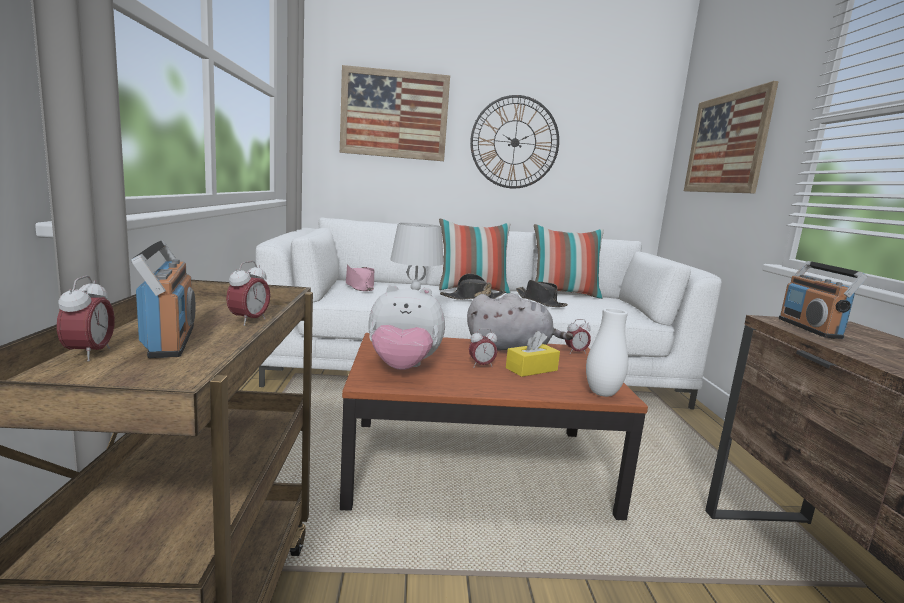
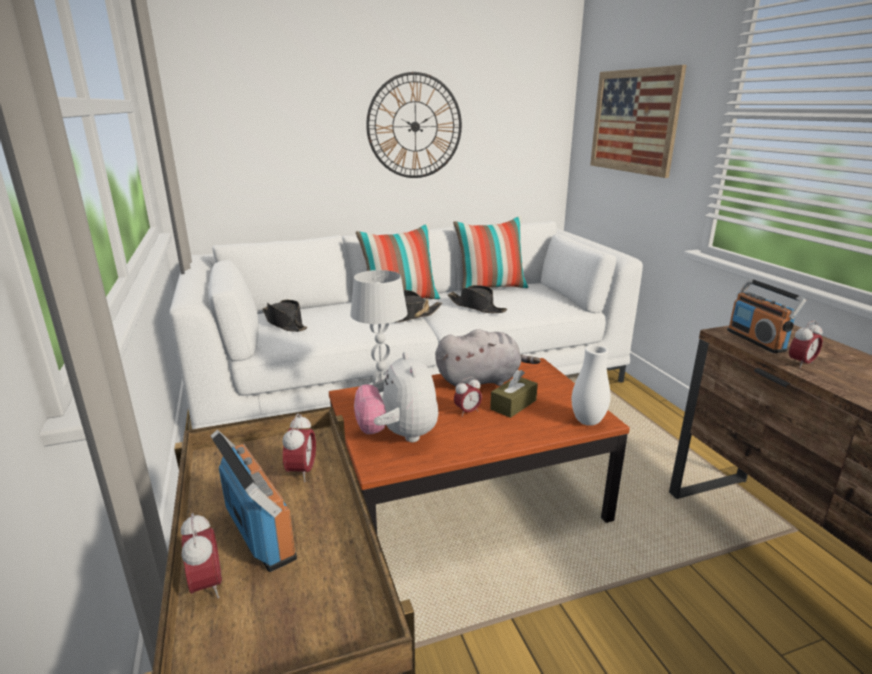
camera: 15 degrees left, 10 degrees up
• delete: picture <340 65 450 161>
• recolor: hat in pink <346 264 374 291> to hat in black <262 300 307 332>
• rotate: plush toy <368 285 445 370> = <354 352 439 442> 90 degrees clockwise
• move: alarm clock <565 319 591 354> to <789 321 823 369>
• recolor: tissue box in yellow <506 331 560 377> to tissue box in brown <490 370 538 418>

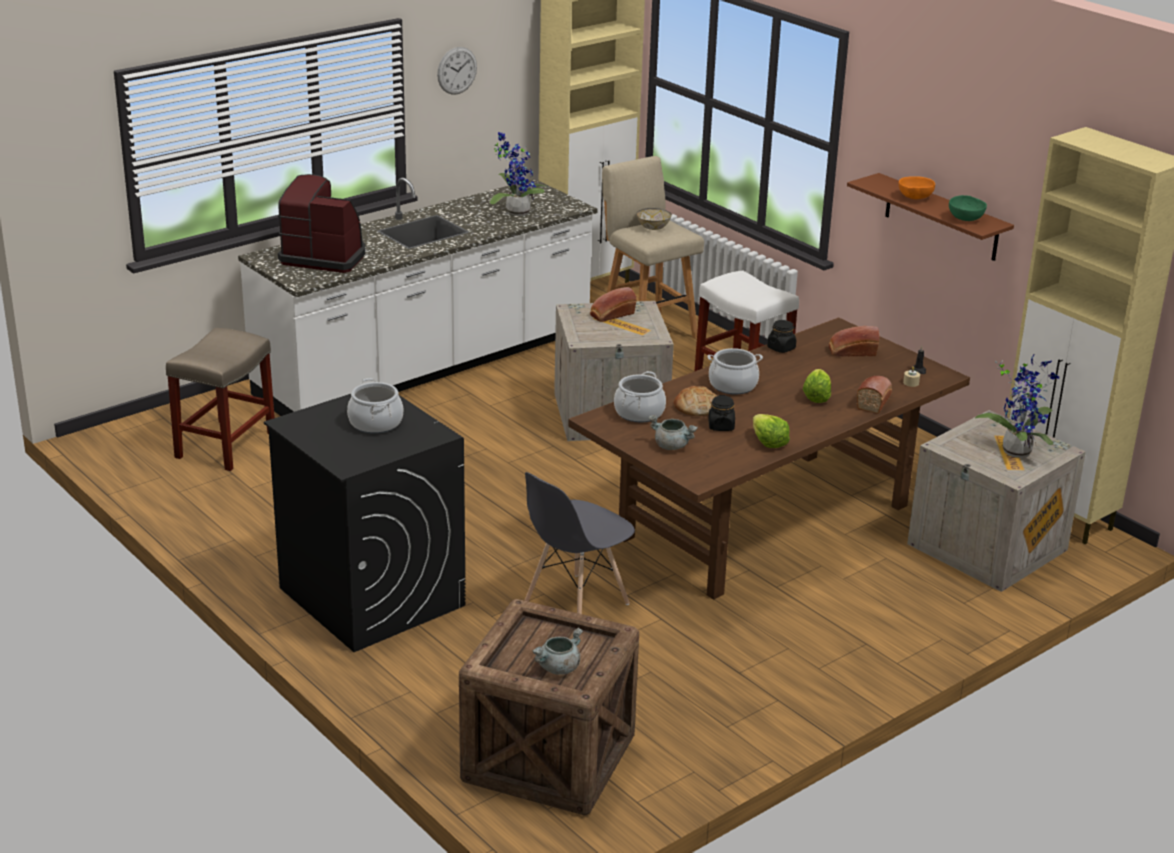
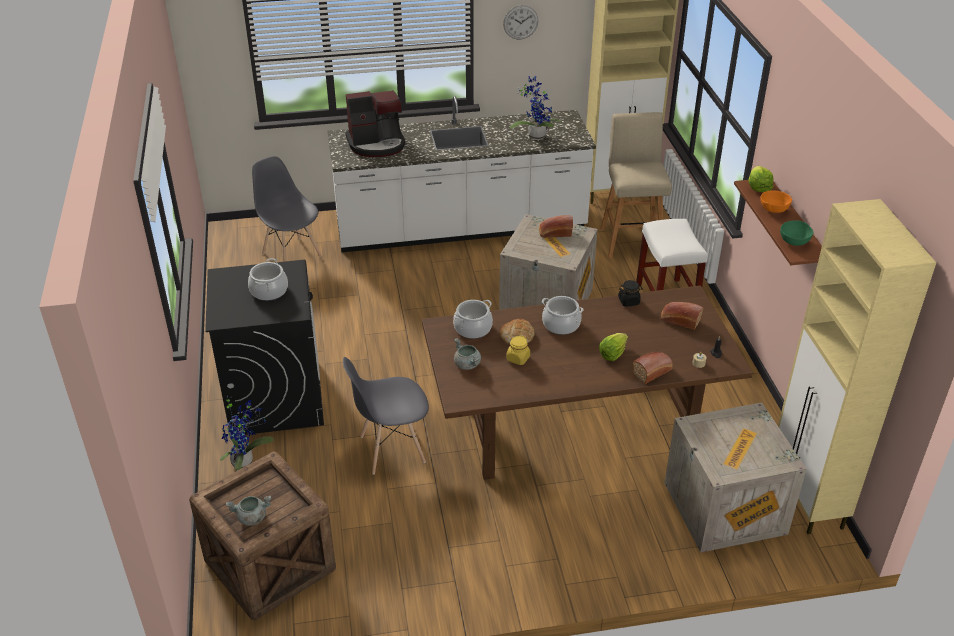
camera: 30 degrees right, 10 degrees up
• rotate: coffee machine <278 174 365 273> = <345 90 405 157> 120 degrees clockwise
• delete: bowl <636 208 672 230>
• replace: stool in beige <166 328 275 471> to chair in grey <252 156 322 262>
• move: potted plant <975 355 1059 458> to <220 396 273 471>
• recolor: jar in black <708 395 735 431> to jar in yellow <507 335 530 365>
• move: lettuce <753 414 790 448> to <749 166 774 192>

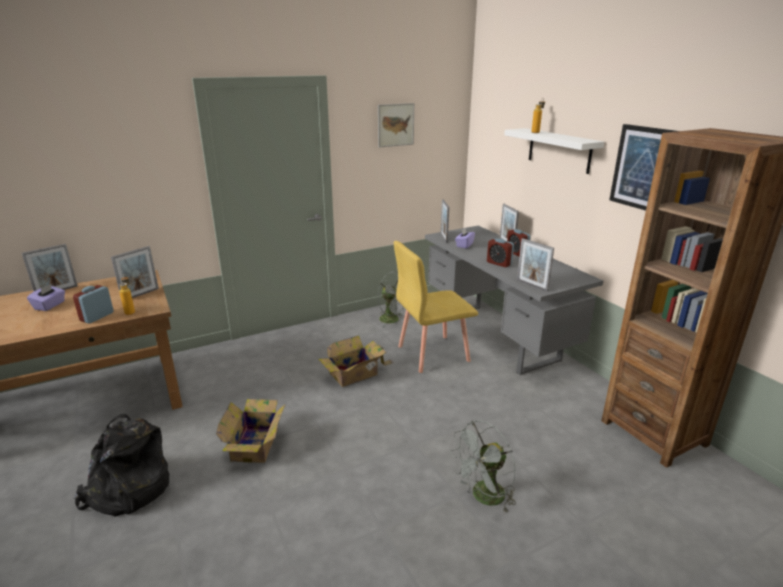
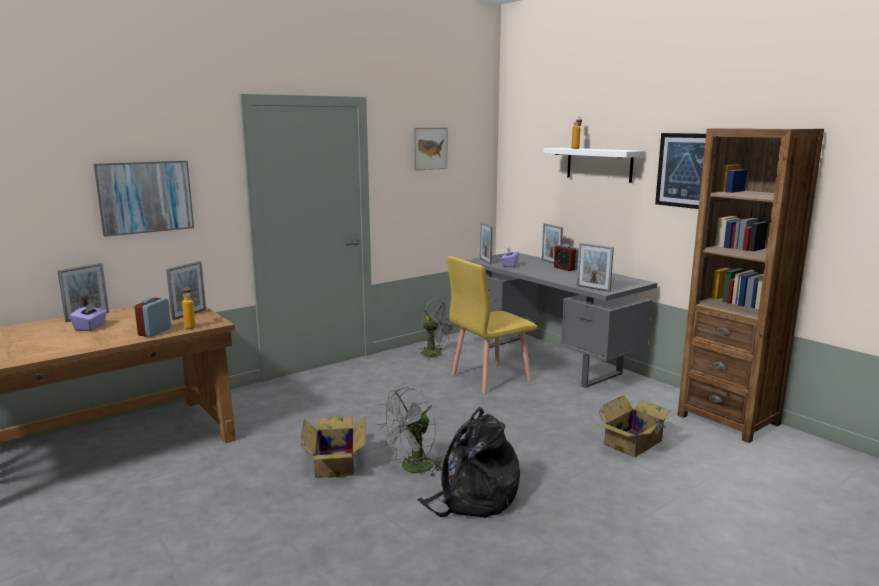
camera: 10 degrees left, 10 degrees down
• delete: alarm clock <487 238 514 267>
• move: cardboard box <318 335 393 387> to <599 395 674 457>
• move: backpack in black <74 414 169 517> to <417 407 520 518>
• move: fan in grey <450 420 516 512> to <377 387 442 476>
• insert: picture <94 161 194 237>

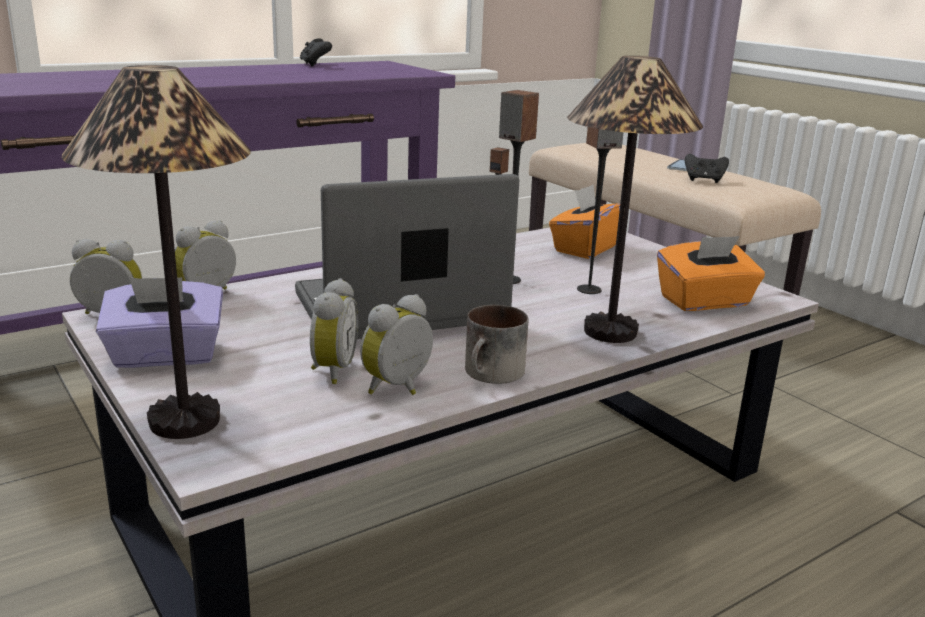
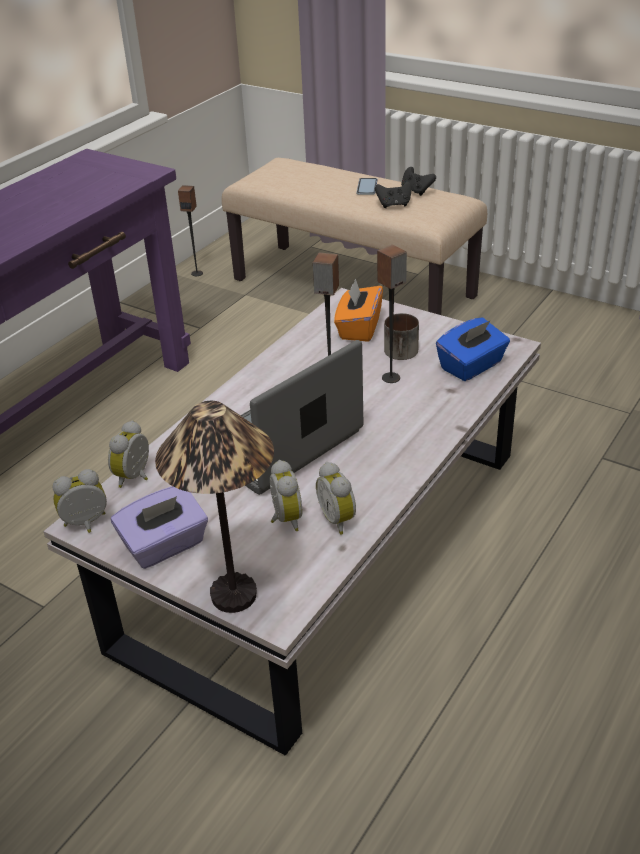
camera: 20 degrees left, 15 degrees up
• move: game controller in black <300 38 332 66> to <401 167 436 196>
• delete: table lamp <567 56 703 343>
• recolor: tissue box in orange <657 236 765 311> to tissue box in blue <436 318 510 381>
• rotate: alarm clock <360 294 433 395> = <316 462 356 534> 45 degrees counterclockwise
• move: mug <465 305 528 384> to <384 313 419 360>

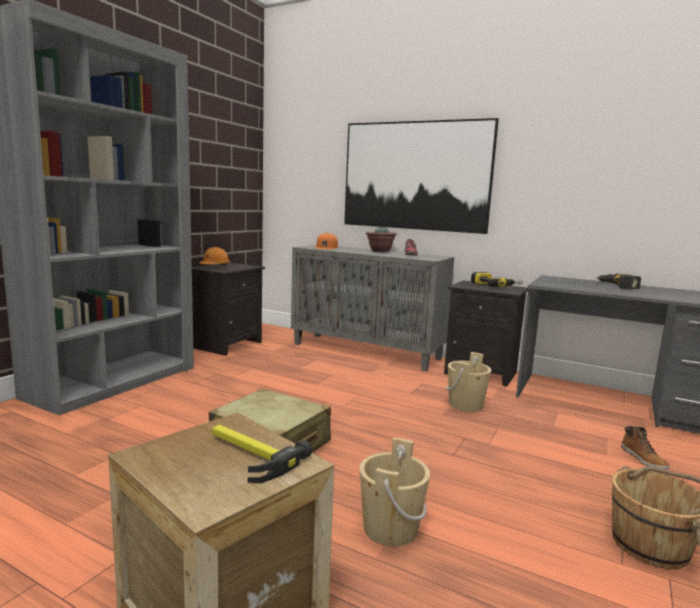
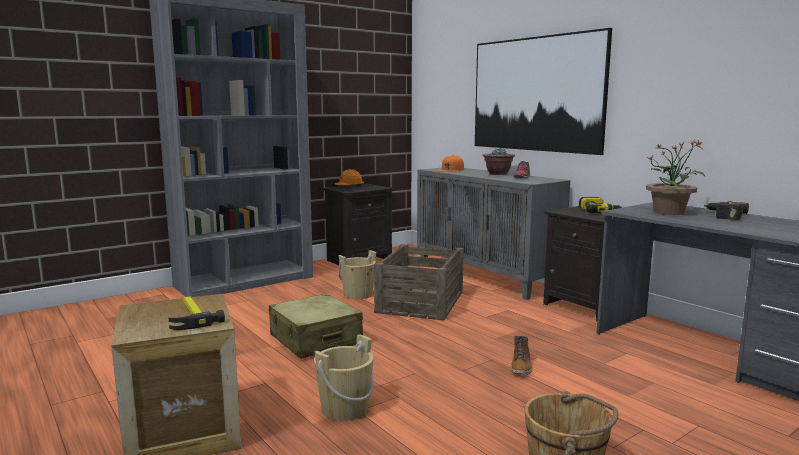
camera: 25 degrees right, 0 degrees up
• move: bucket in beige <446 352 491 412> to <339 250 376 299>
• move: boot <621 426 670 469> to <511 336 532 375>
• insert: potted plant <646 140 705 215>
• insert: crate <374 244 464 320>

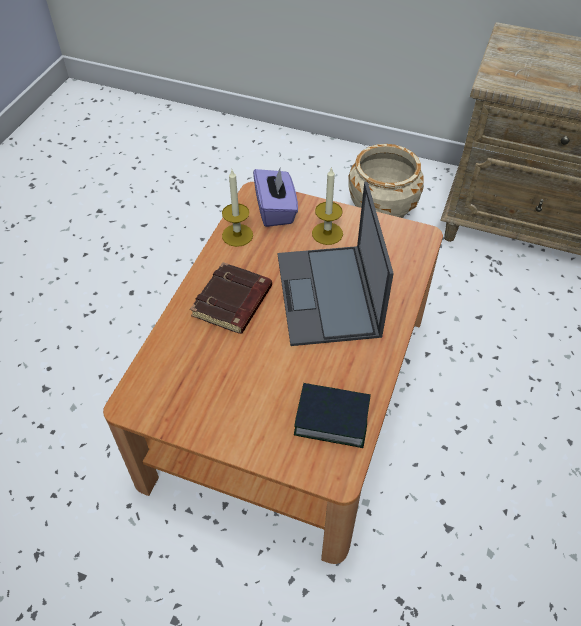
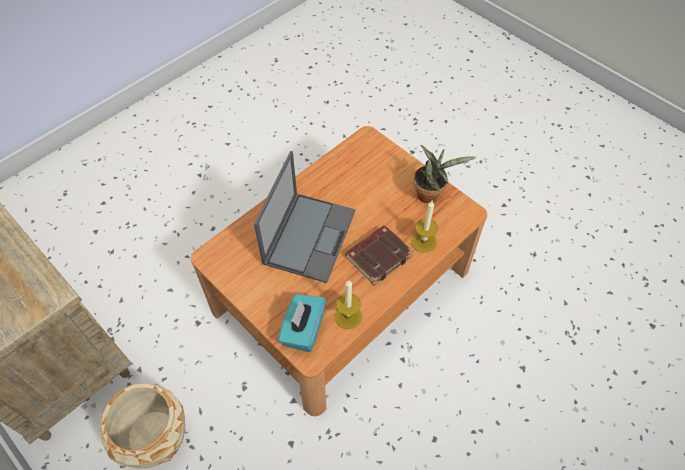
camera: 155 degrees left, 5 degrees up
• recolor: tissue box in purple <253 166 298 227> to tissue box in turquoise <278 294 326 352>
• move: candle <312 167 343 245> to <411 201 438 253>
• delete: book <294 383 371 448>
• insert: potted plant <413 145 477 203>

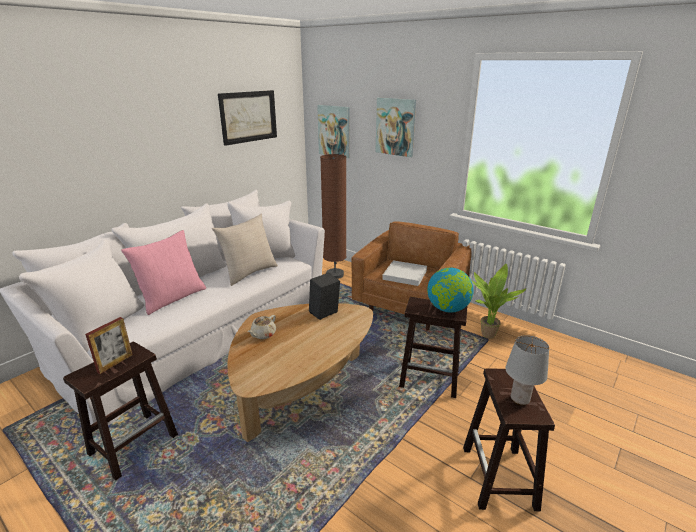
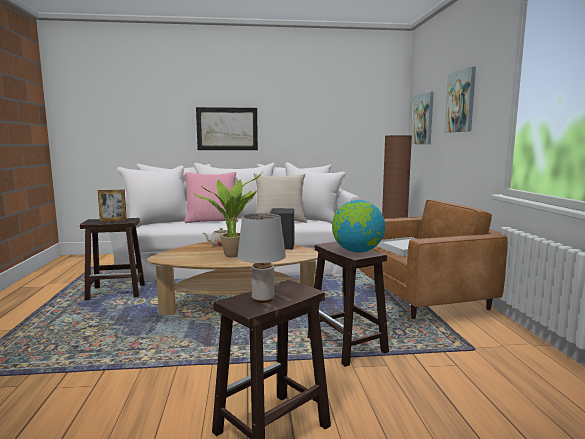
camera: 45 degrees right, 15 degrees down
• move: picture <218 90 277 146> to <196 107 258 150>
• move: potted plant <472 264 527 339> to <193 173 262 257>

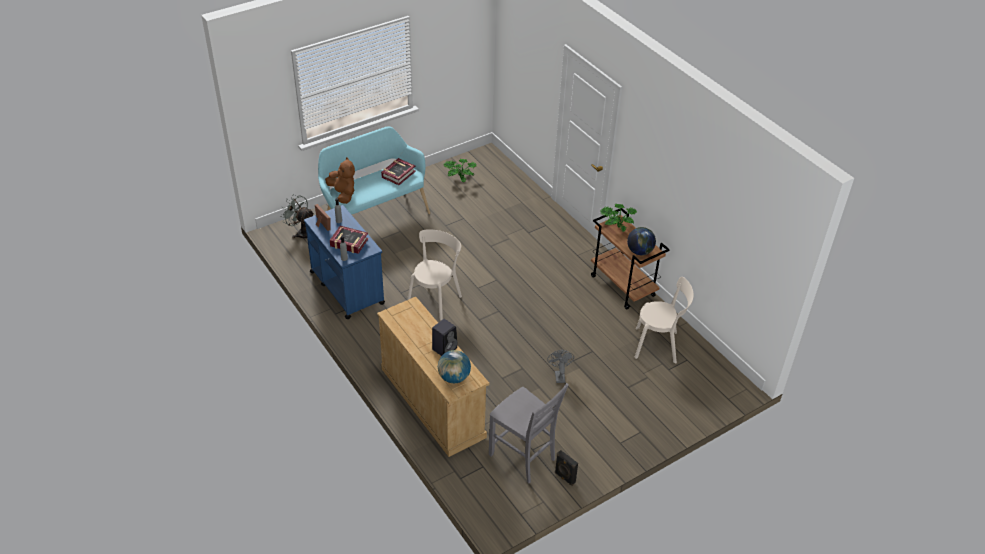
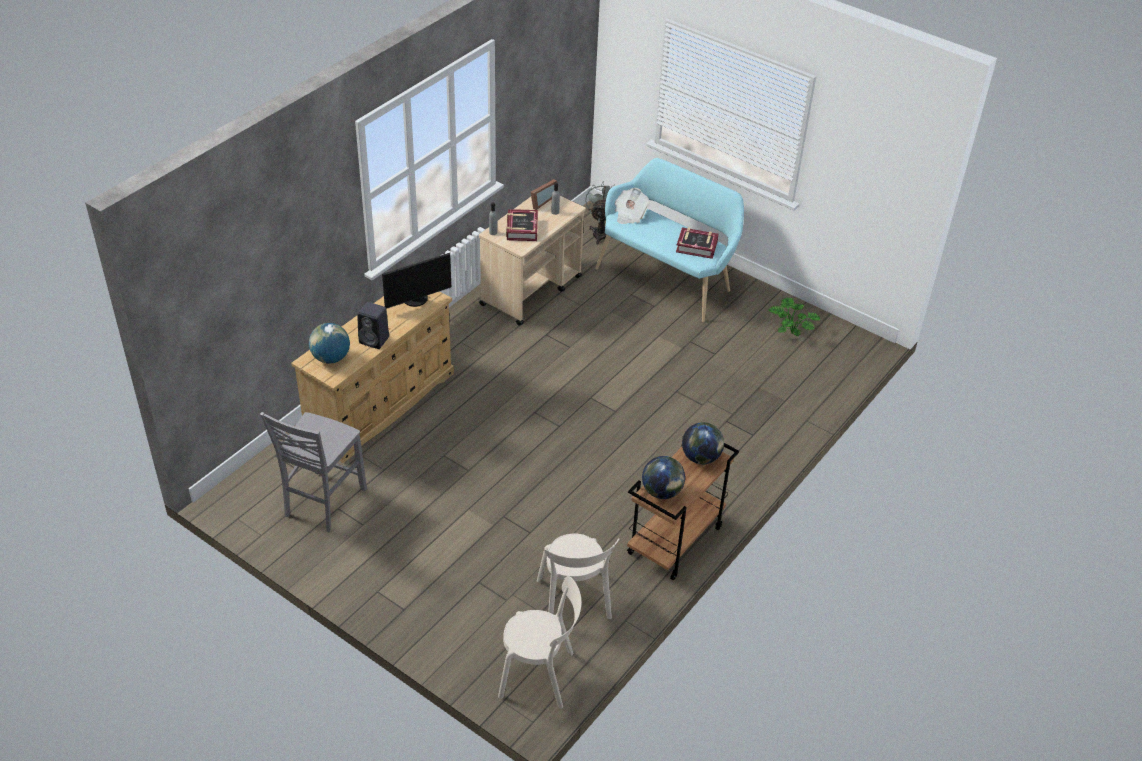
camera: 70 degrees right, 0 degrees up
• replace: plush toy in brown <325 157 355 204> to newspaper <614 188 650 224>
• replace: potted plant <600 204 637 231> to globe <682 422 724 464>
• recolor: cart in blue <304 205 385 319> to cart in beige <479 196 586 326>
• move: chair in beige <407 229 462 320> to <498 576 581 709>
• delete: fan in grey <547 350 574 383>
• delete: speaker in black <555 450 578 486>
• insert: monitor <382 253 451 309>

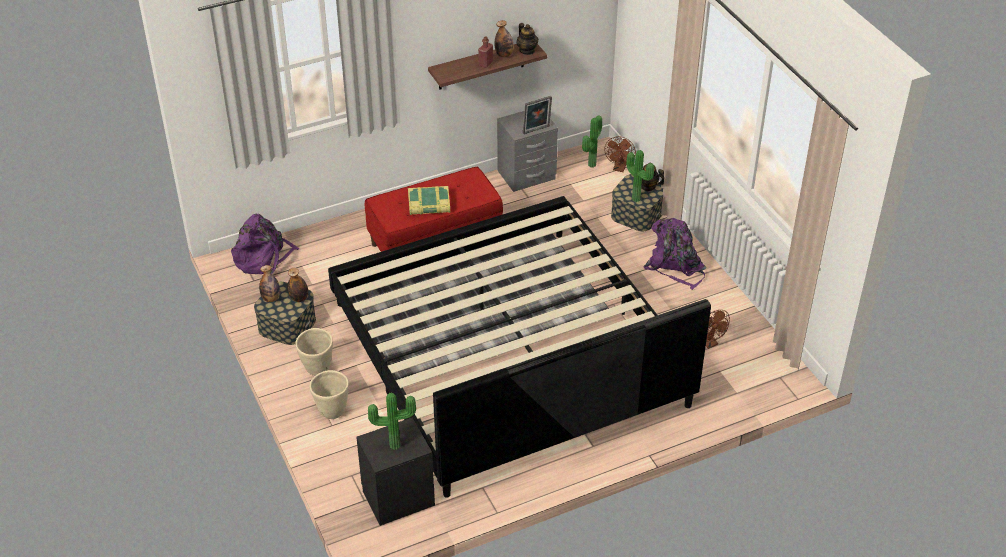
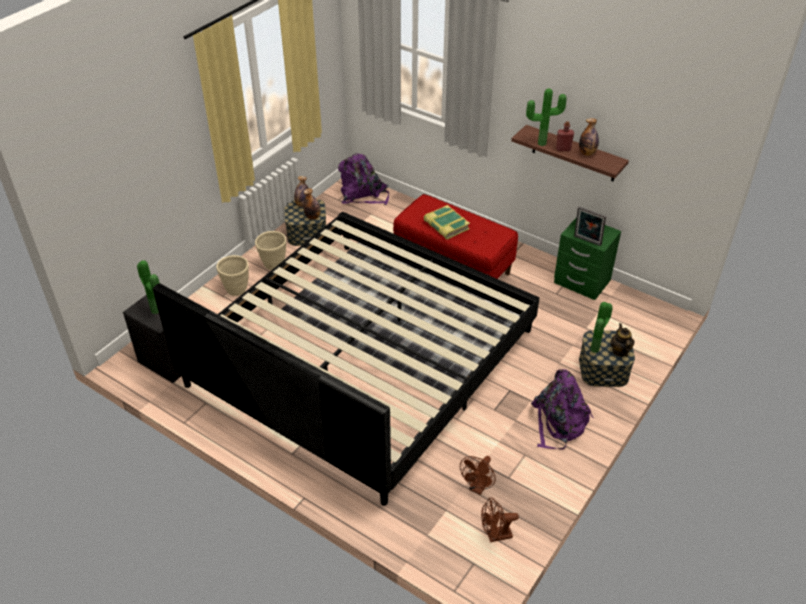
camera: 60 degrees right, 0 degrees up
• delete: teapot <517 23 538 55>
• recolor: nightstand in grey <497 111 558 192> to nightstand in green <554 217 621 300>
• move: potted plant <582 116 602 167> to <526 89 567 146>
• move: fan in brown <604 136 636 172> to <481 497 519 542>

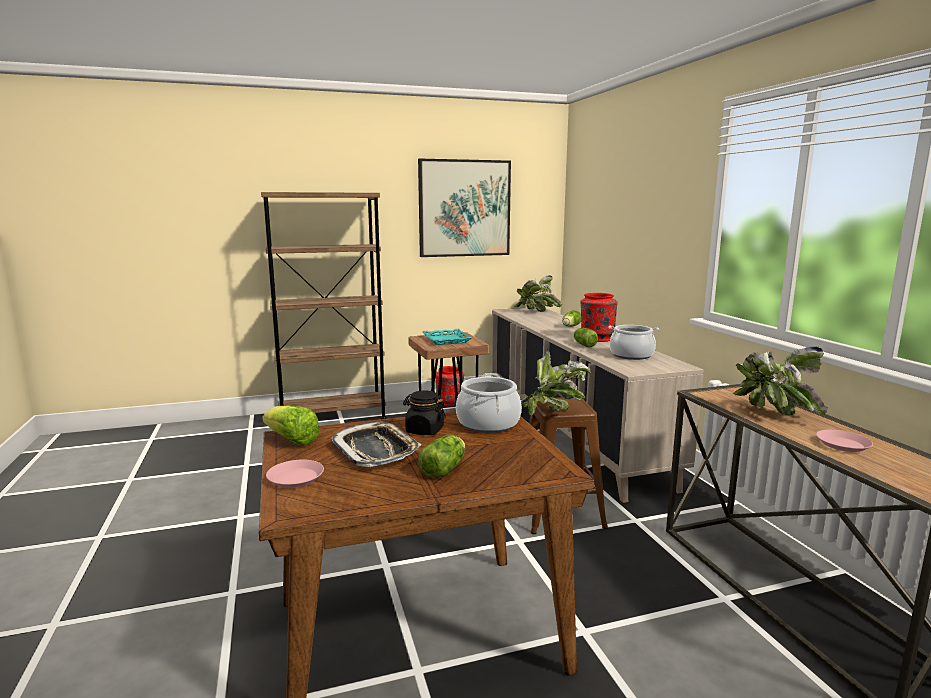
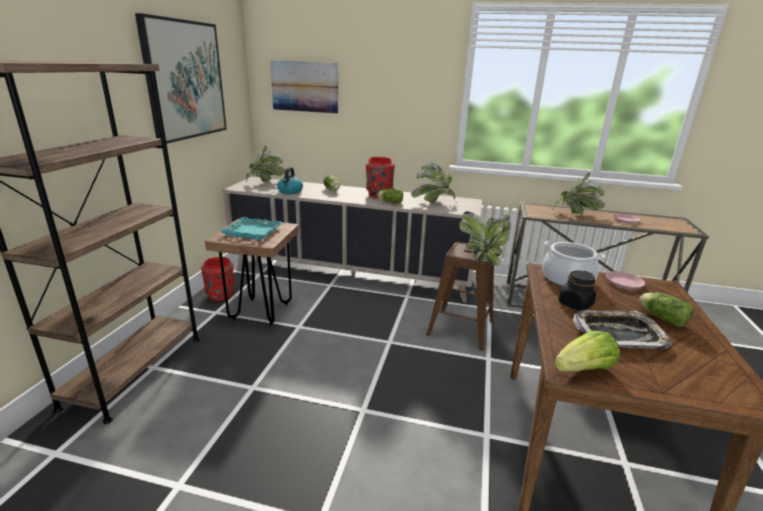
camera: 60 degrees left, 10 degrees up
• replace: cooking pot <608 325 659 360> to potted plant <411 162 456 203>
• move: plate in pink <266 460 324 488> to <606 271 645 289>
• insert: picture <270 60 338 114>
• insert: kettle <277 167 303 194>

